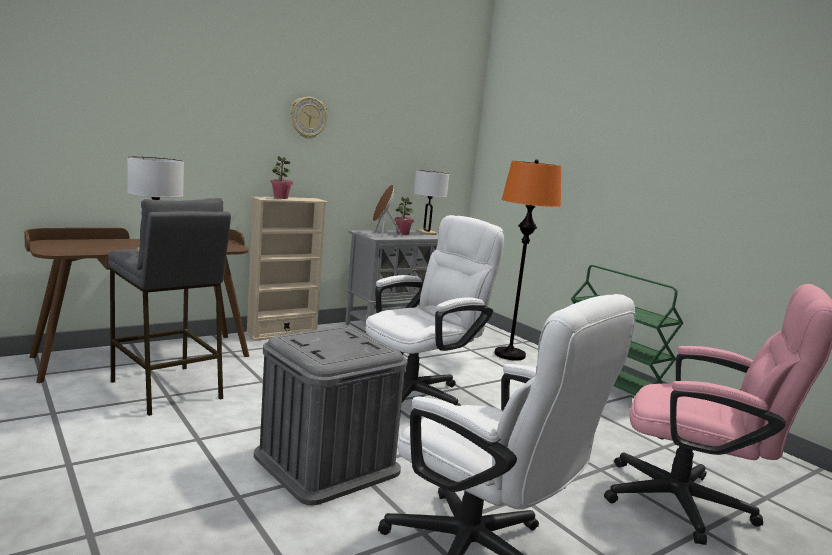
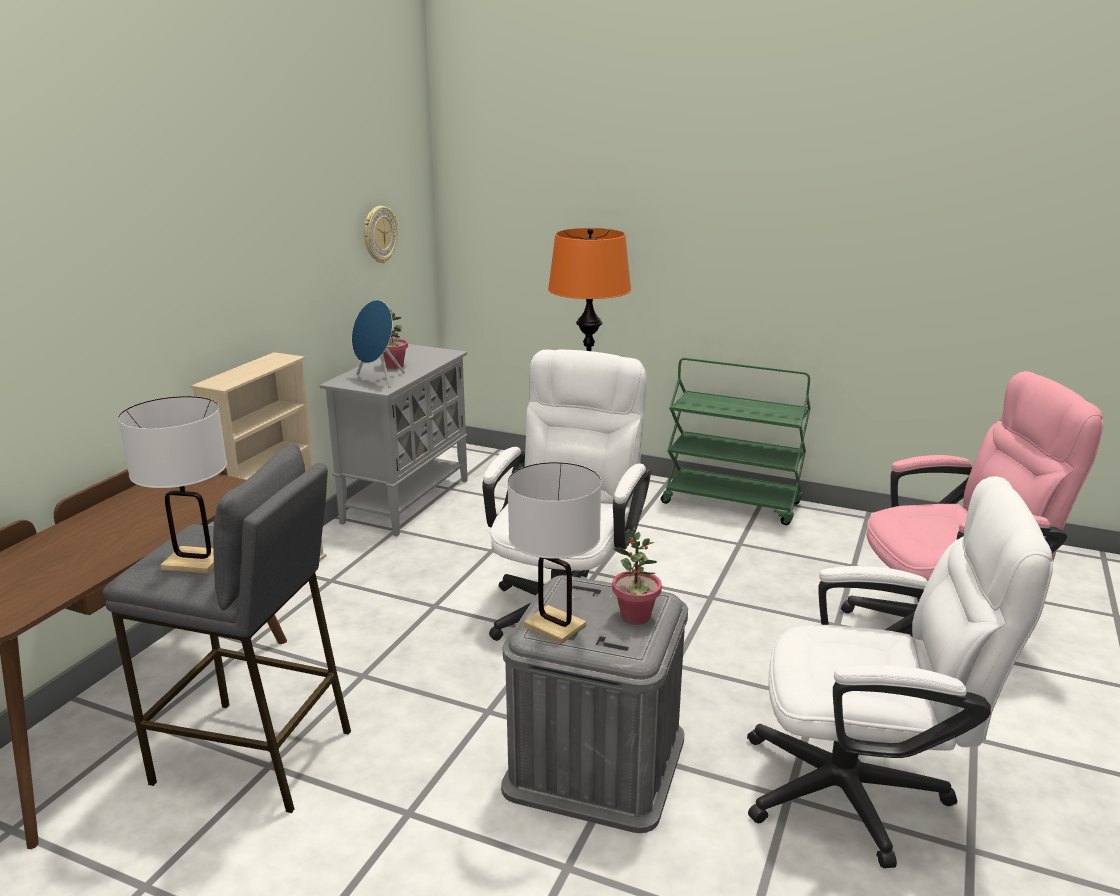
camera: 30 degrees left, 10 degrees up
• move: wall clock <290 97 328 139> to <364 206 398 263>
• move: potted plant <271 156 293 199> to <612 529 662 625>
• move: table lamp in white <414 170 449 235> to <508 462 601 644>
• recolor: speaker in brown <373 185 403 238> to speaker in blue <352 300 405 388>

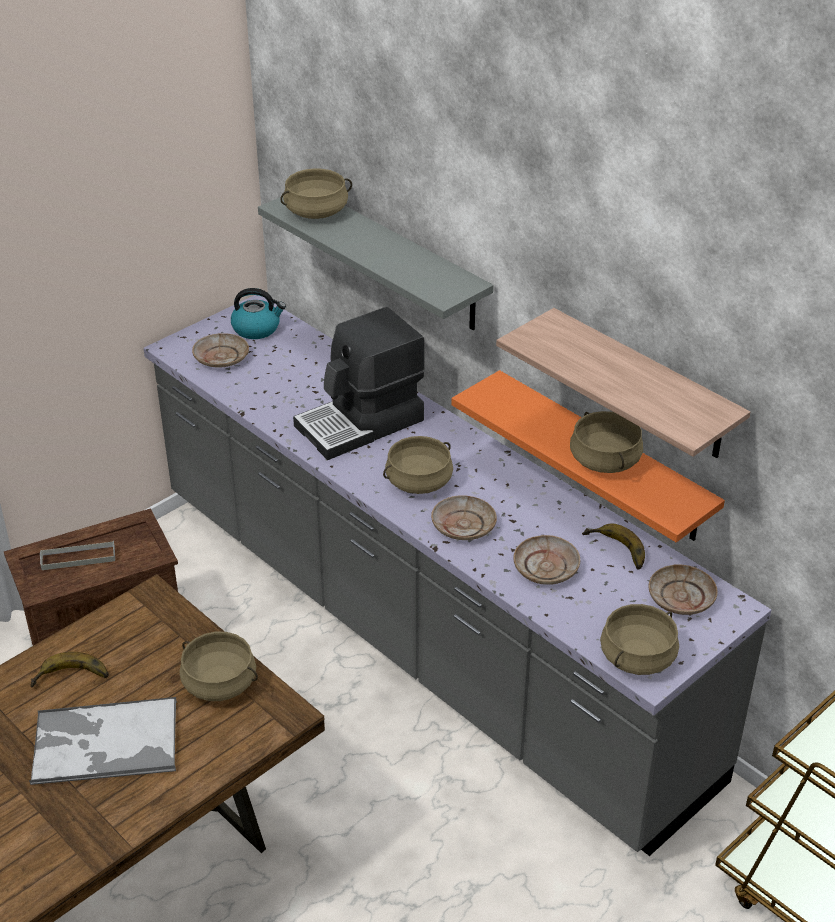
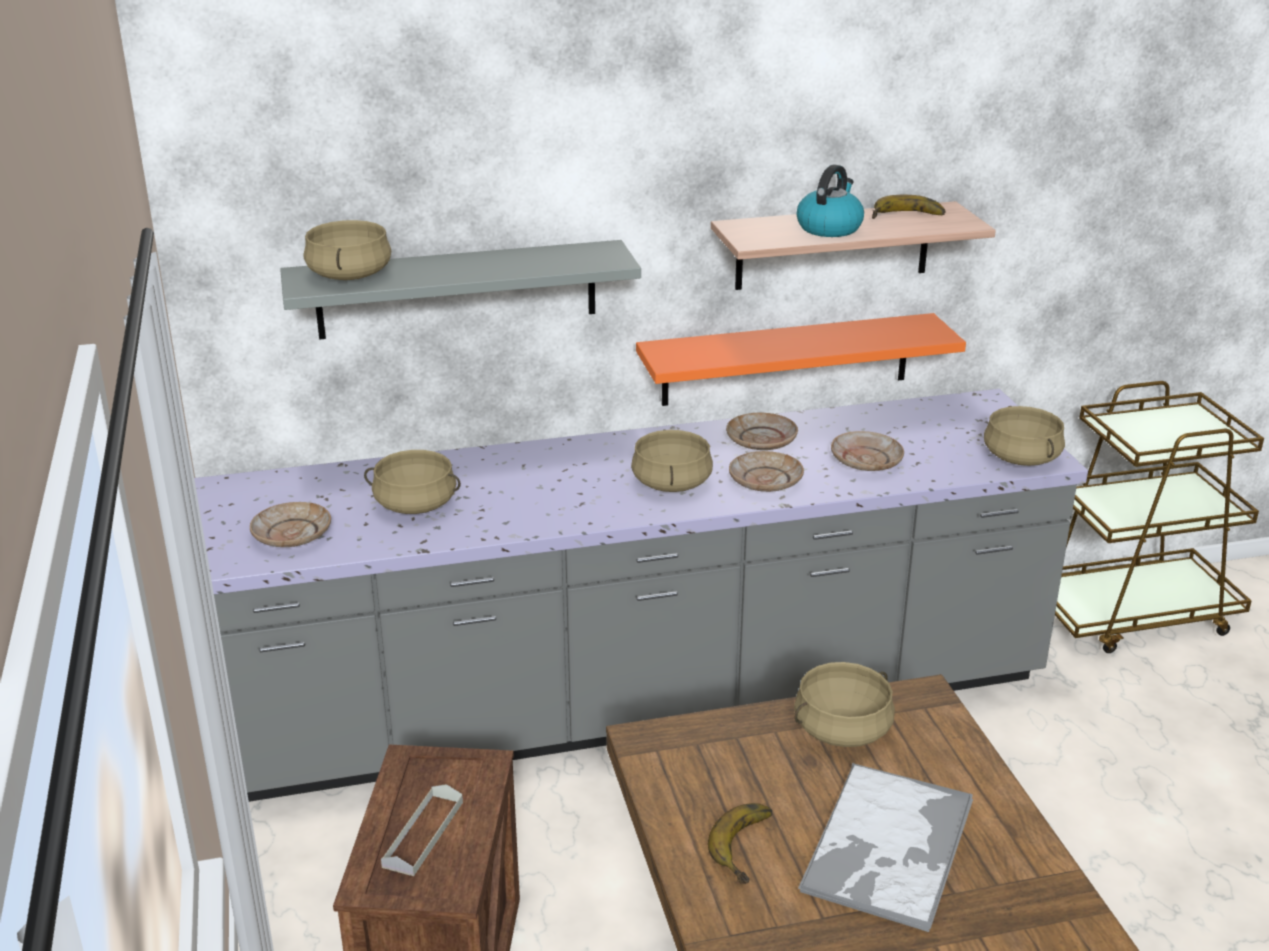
camera: 60 degrees left, 10 degrees down
• move: kettle <231 288 286 339> to <797 165 864 237>
• delete: coffee machine <293 307 425 460>
• move: cooking pot in beige <570 411 643 473> to <364 450 461 514>
• move: banana <582 524 645 570> to <871 195 945 219>
• move: plate in beige <649 564 718 615> to <726 413 798 450>

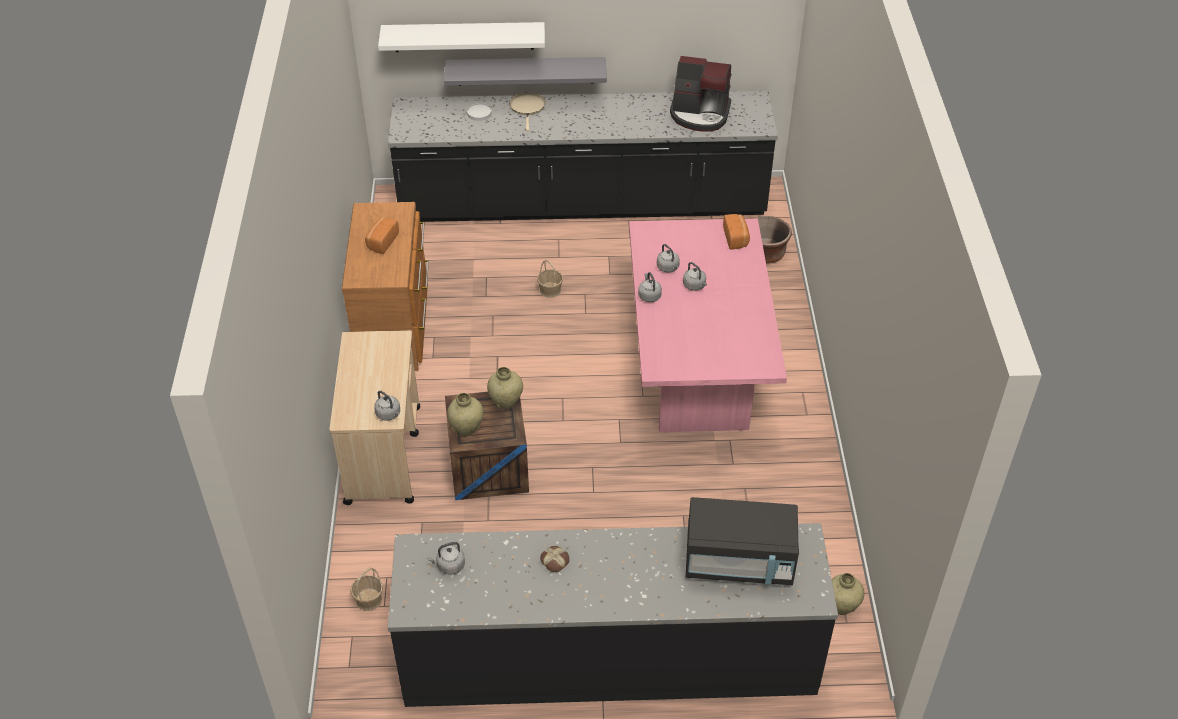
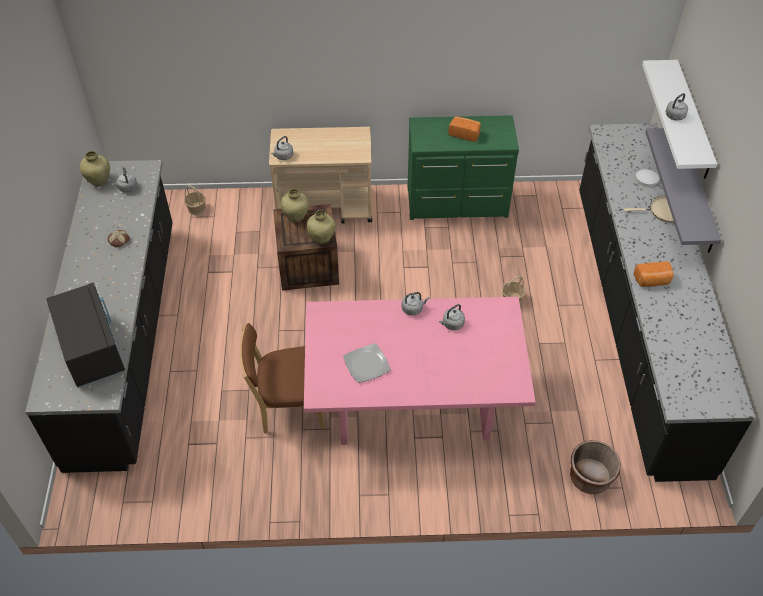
camera: 90 degrees right, 5 degrees up
• delete: coffee machine <670 56 732 132>
• recolor: dresser in brown <342 202 429 371> to dresser in green <408 115 519 220>
• move: bread <723 214 750 249> to <634 261 674 287>
• move: kettle in grey <683 262 707 291> to <666 93 688 120>
• rotate: microwave in black <686 497 799 585> = <46 283 125 388> 150 degrees clockwise
• move: vase in beige <832 573 864 615> to <79 151 110 187>
• insert: chair in brown <240 323 325 434>
• insert: plate <343 343 391 383>

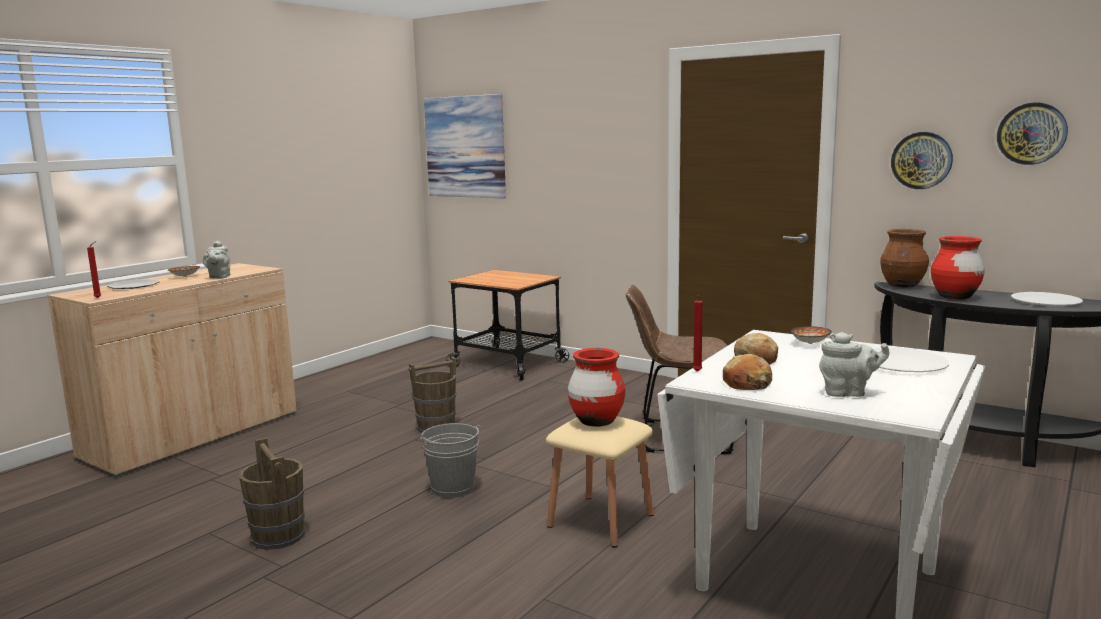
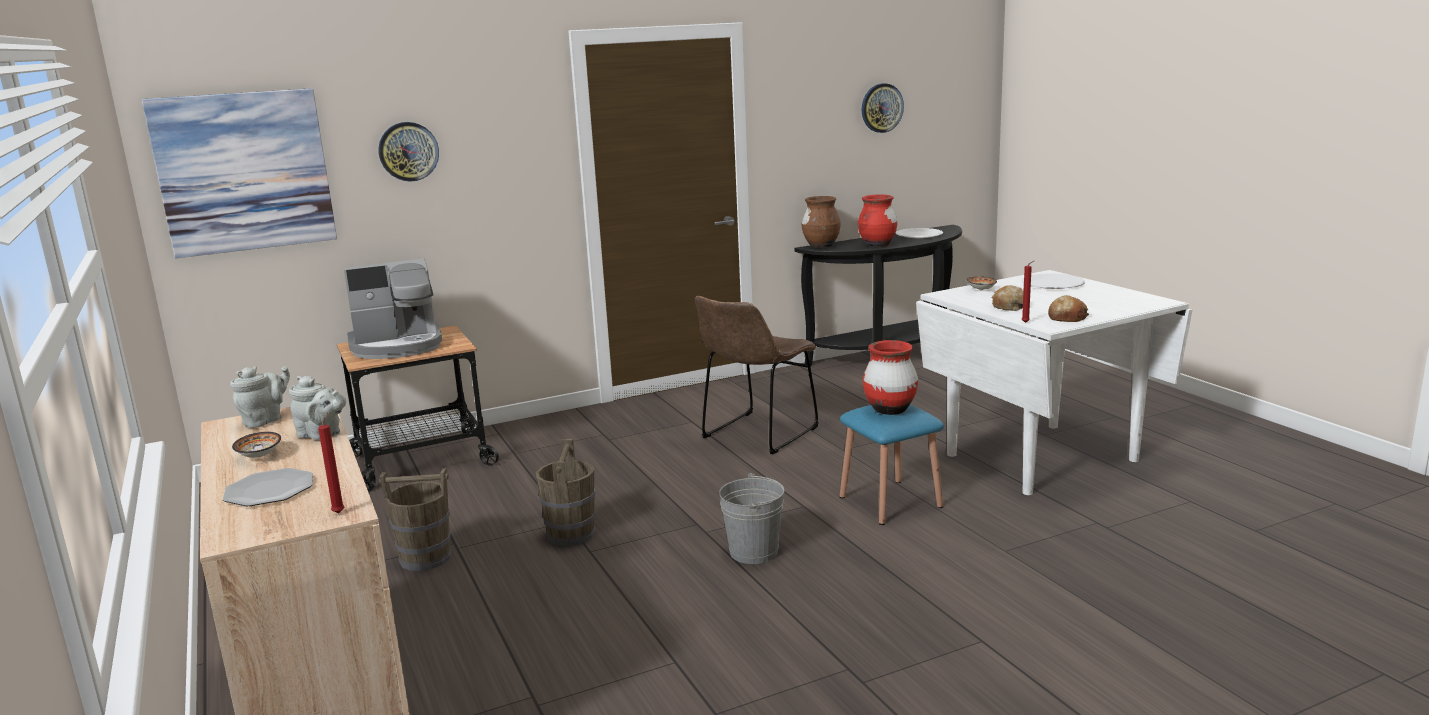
camera: 60 degrees left, 5 degrees up
• move: wall clock <891 132 953 189> to <378 122 439 182>
• move: teapot in grey <819 332 890 397> to <230 366 290 428>
• recolor: stool in beige <546 416 654 548> to stool in blue <840 404 944 525>
• move: bucket in brown <239 437 305 550> to <379 468 452 571>
• insert: coffee machine <344 259 442 359>

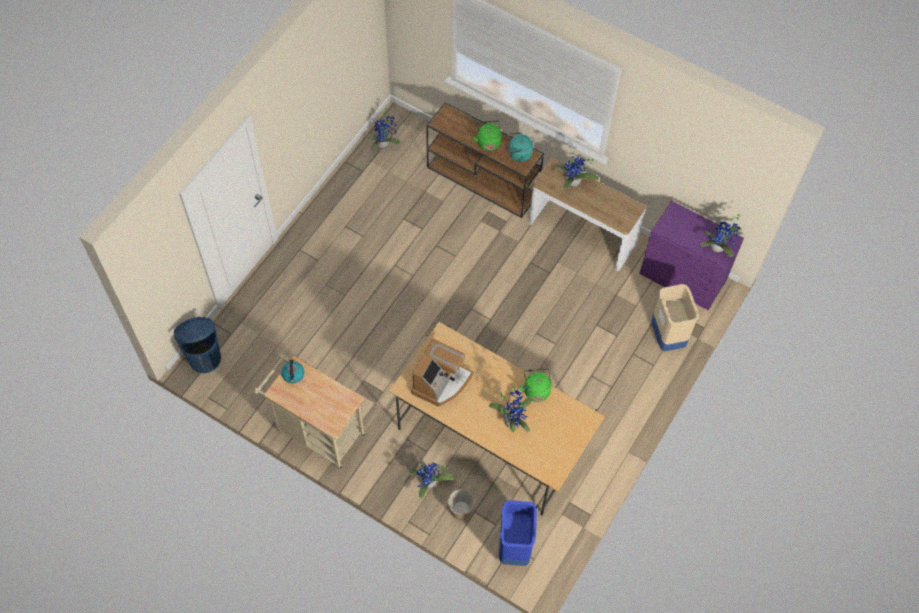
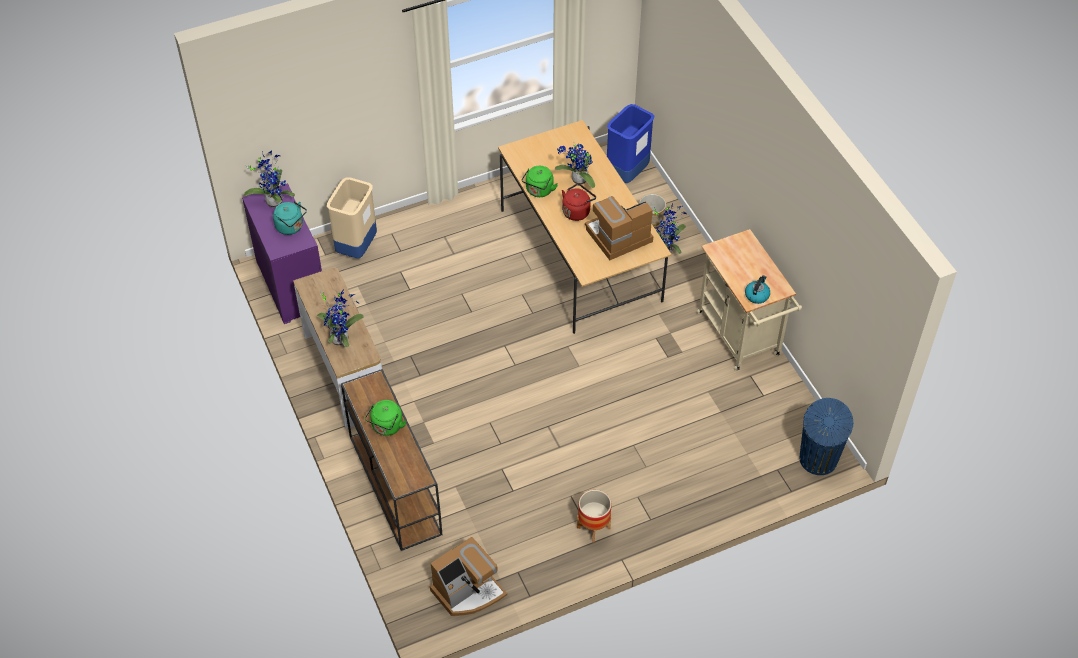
camera: 145 degrees left, 10 degrees down
• replace: potted plant <367 108 401 150> to coffee machine <430 537 507 616>
• move: kettle in turquoise <508 132 533 162> to <273 201 307 235>
• insert: kettle in red <562 183 596 221>
• insert: planter <577 490 612 543>

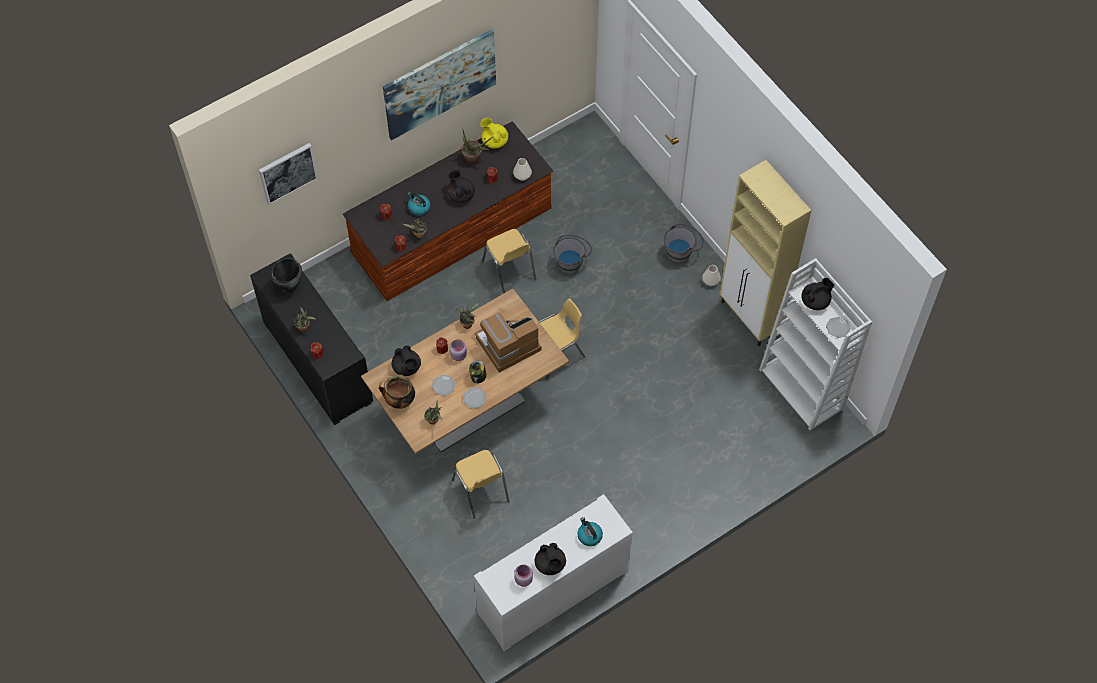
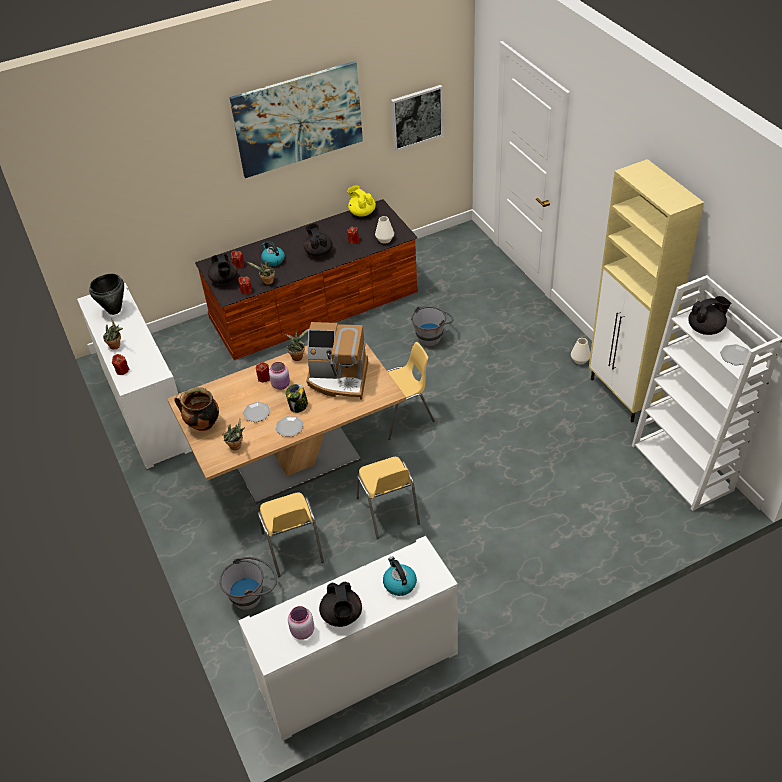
camera: 10 degrees right, 15 degrees down
• delete: potted plant <461 128 492 164>
• move: picture <259 143 318 205> to <391 85 443 151>
• move: bucket in grey <664 223 704 263> to <219 557 277 610>
• move: chair in yellow <482 229 536 294> to <356 457 420 539>
• recolor: cabinet in black <250 253 373 425> to cabinet in white <77 283 192 469>
• rotate: coffee machine <475 312 542 373> = <306 322 368 399> 150 degrees counterclockwise
• move: teapot in black <391 345 421 376> to <208 254 238 284>

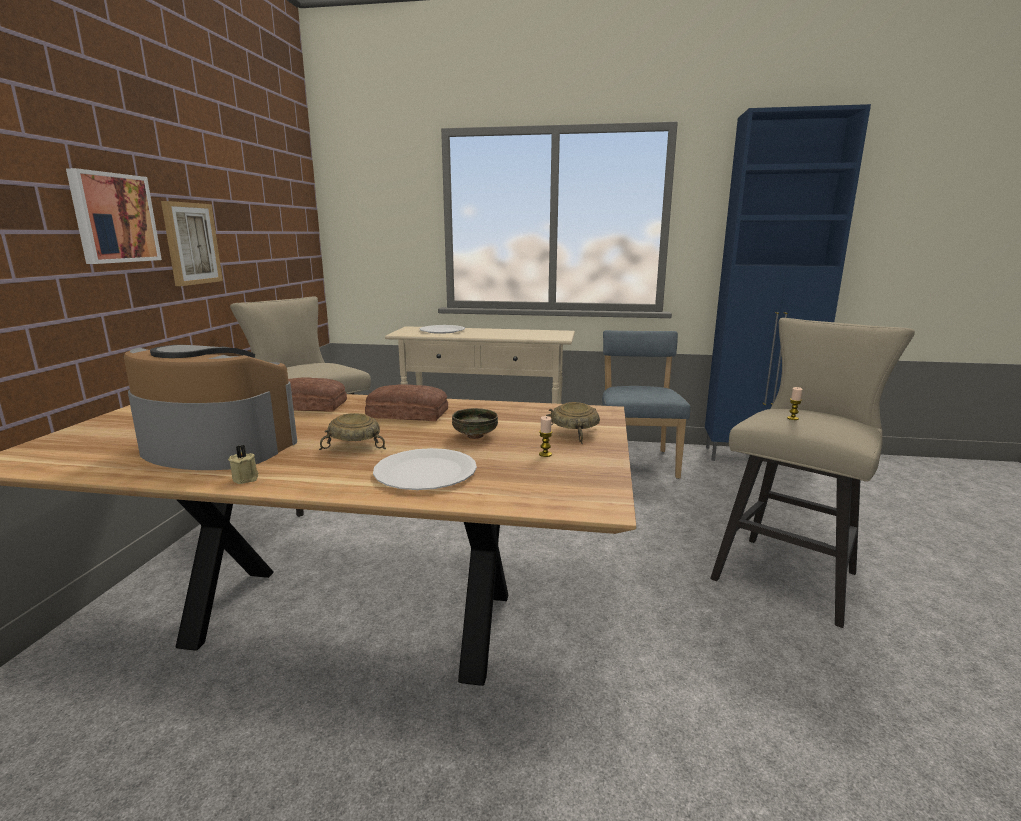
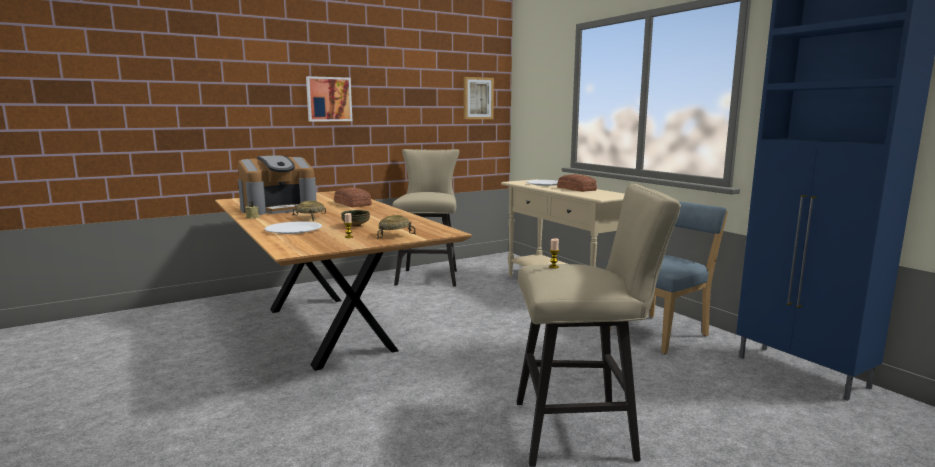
camera: 50 degrees right, 5 degrees down
• move: picture <161 201 223 286> to <464 77 494 119>
• rotate: coffee machine <124 345 297 470> = <238 155 317 215> 75 degrees clockwise
• move: bread <365 384 448 421> to <557 174 597 192>

